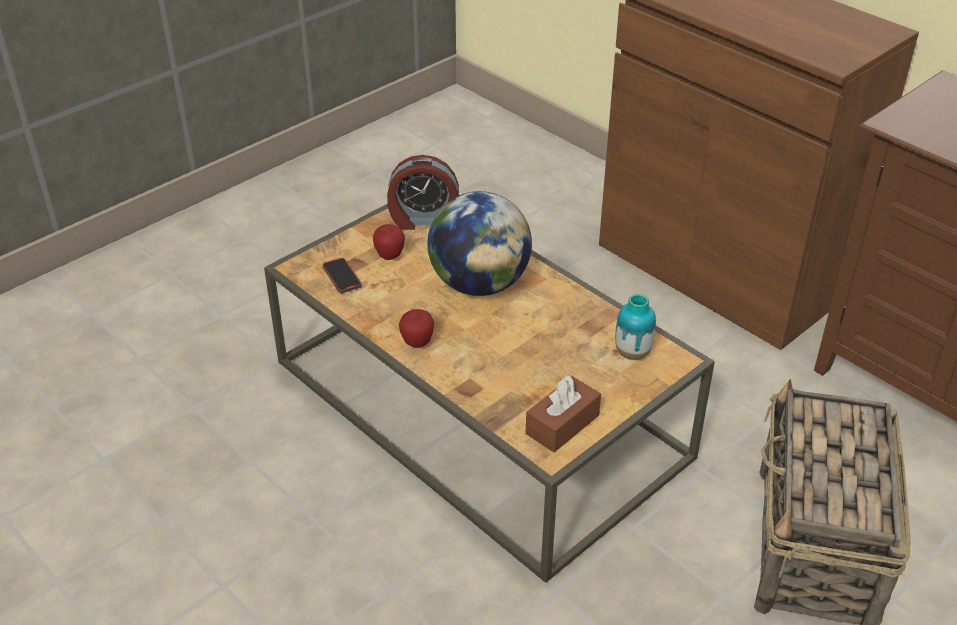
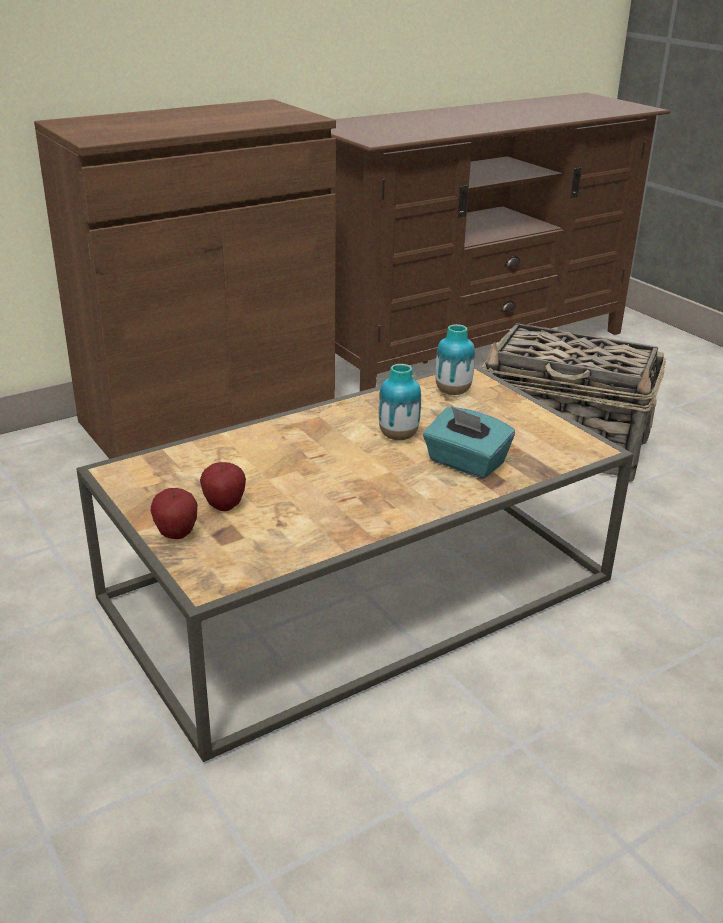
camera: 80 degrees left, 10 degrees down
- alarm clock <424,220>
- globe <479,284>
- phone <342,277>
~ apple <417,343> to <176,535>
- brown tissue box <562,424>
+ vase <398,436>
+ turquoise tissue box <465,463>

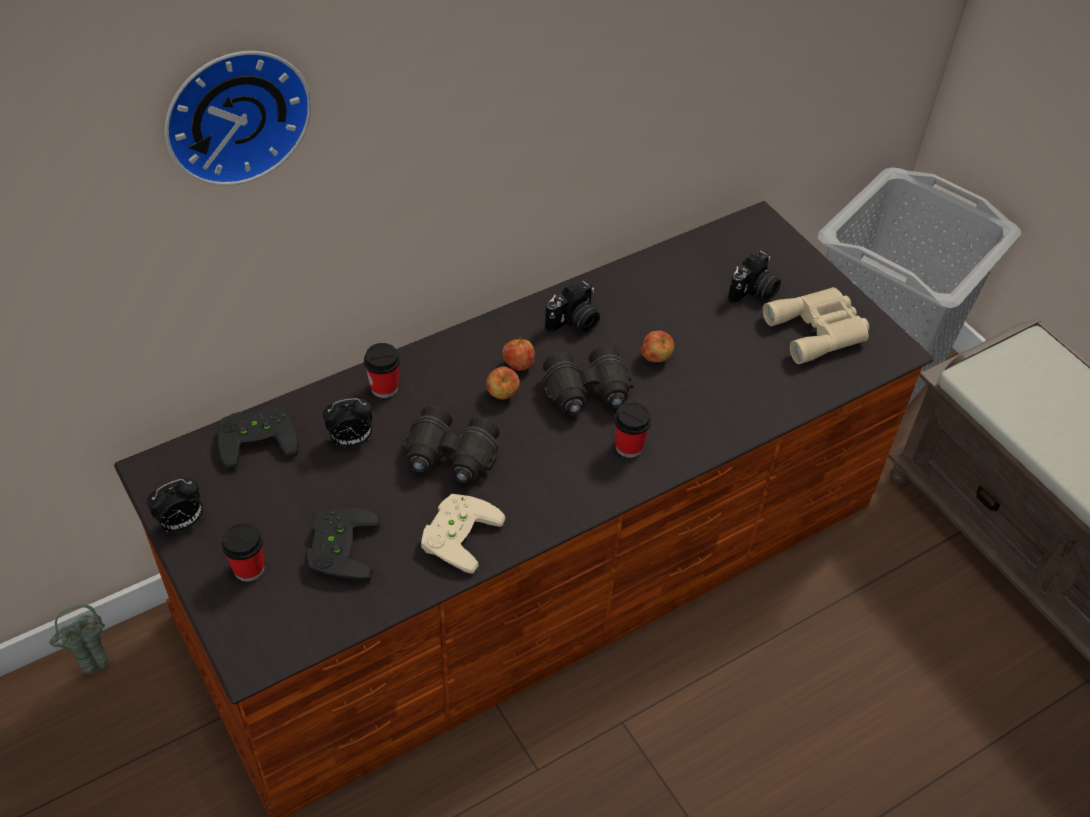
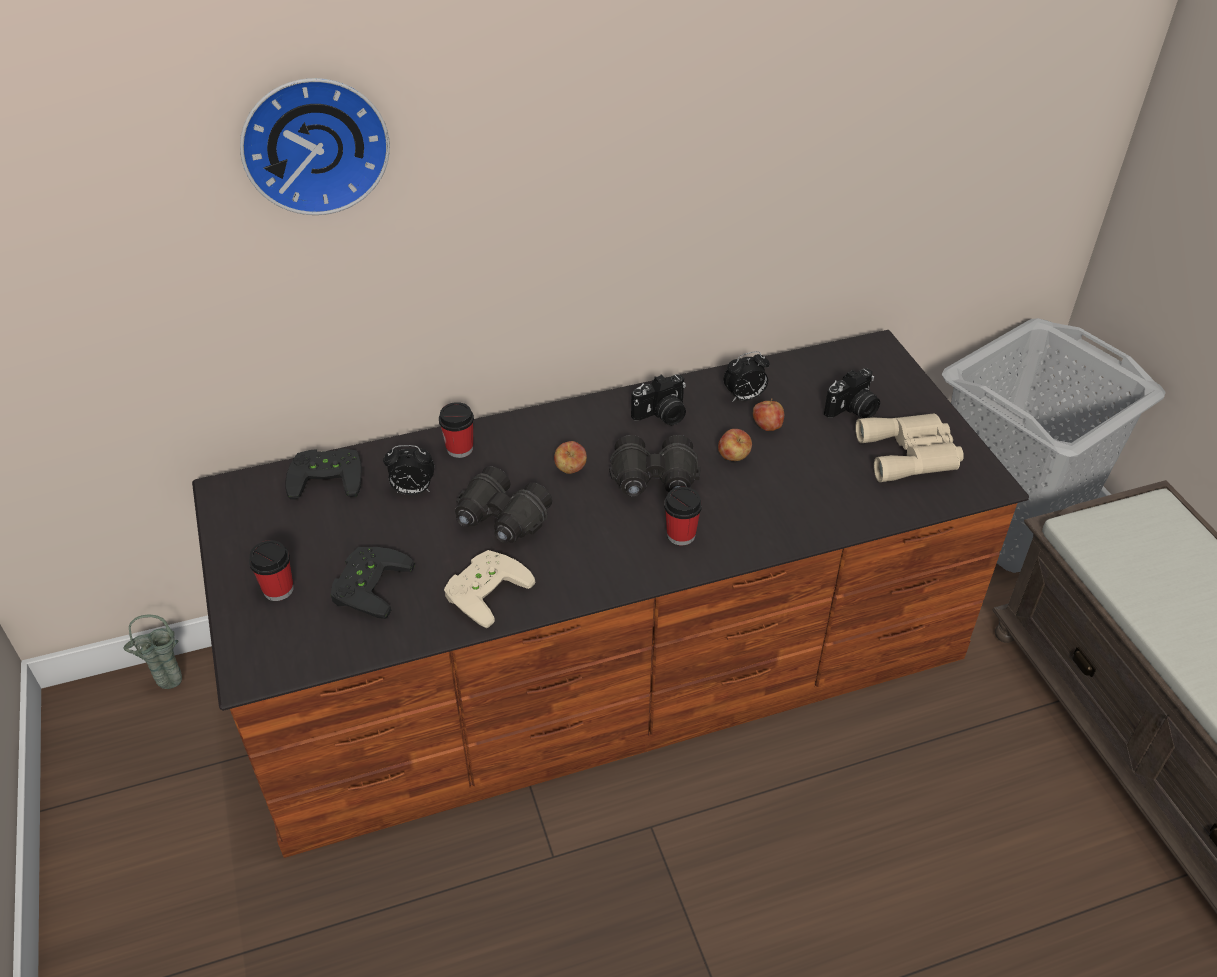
camera: 15 degrees right, 5 degrees down
~ apple <518,365> to <767,427>
~ alarm clock <182,523> to <744,397>

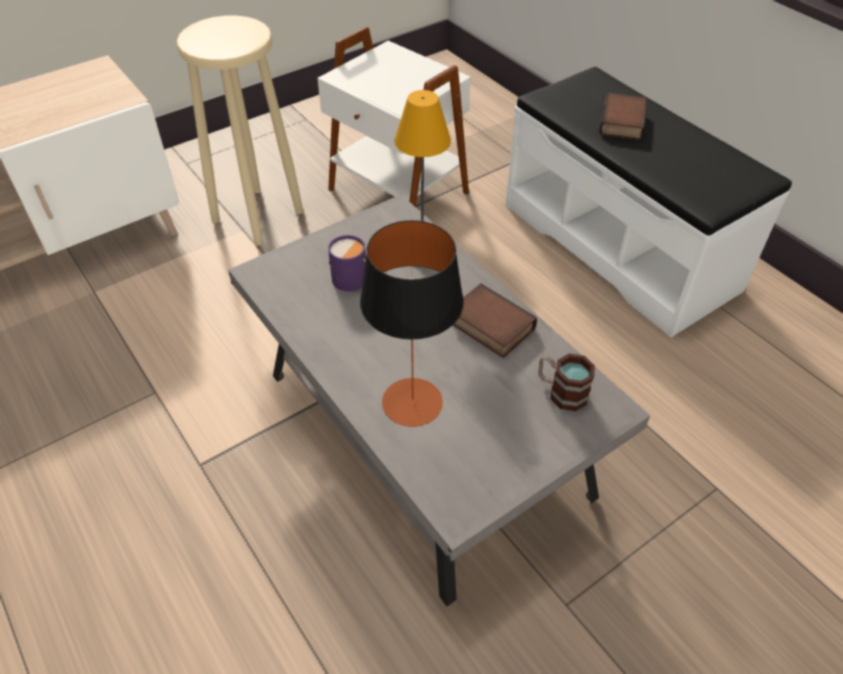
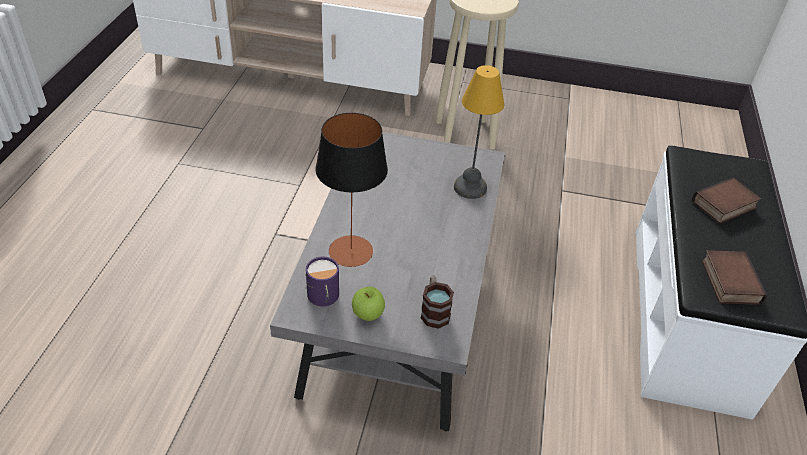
camera: 45 degrees right, 5 degrees down
- white side table <396,192>
~ purple mug <353,280> to <323,297>
~ book <488,326> to <728,281>
+ apple <368,314>

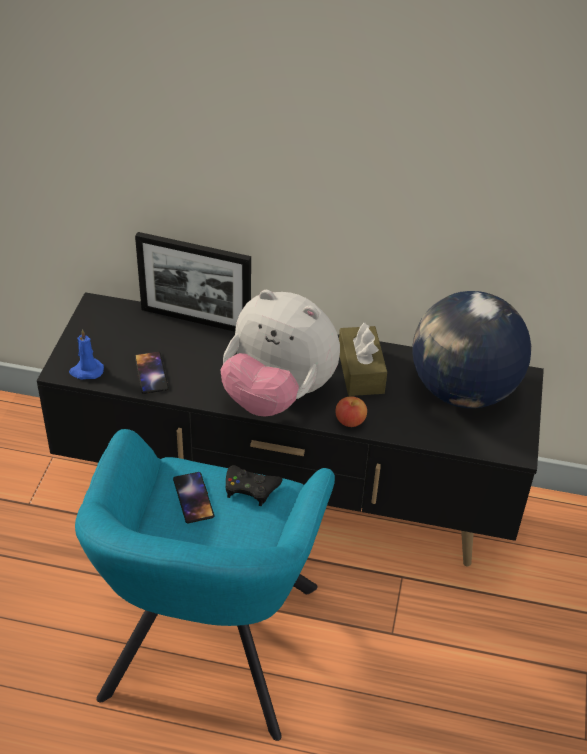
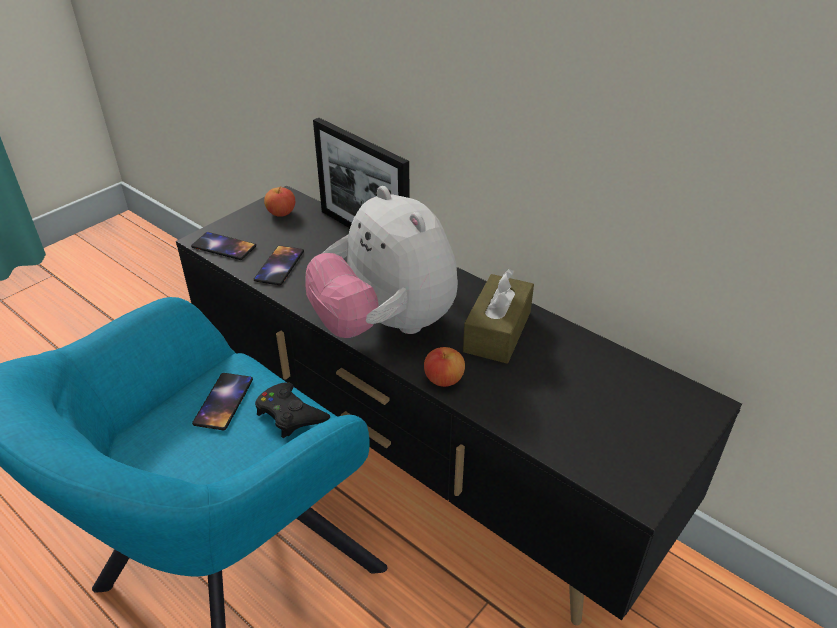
camera: 30 degrees right, 5 degrees down
- globe <463,391>
~ blue candle <86,371> to phone <224,246>
+ apple <281,213>

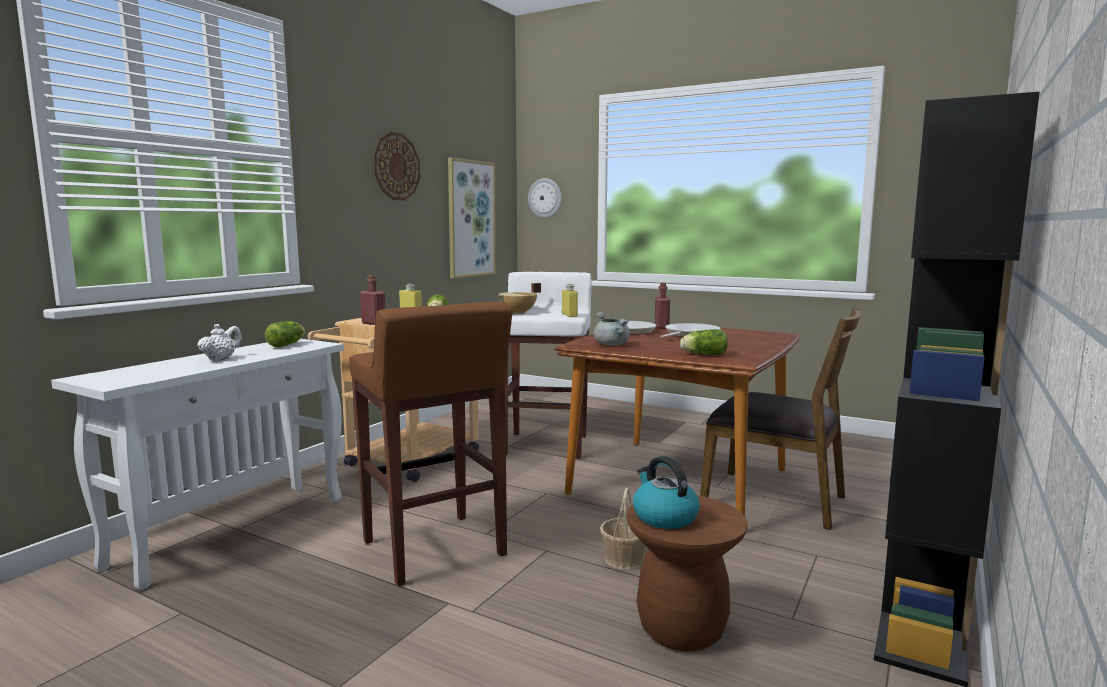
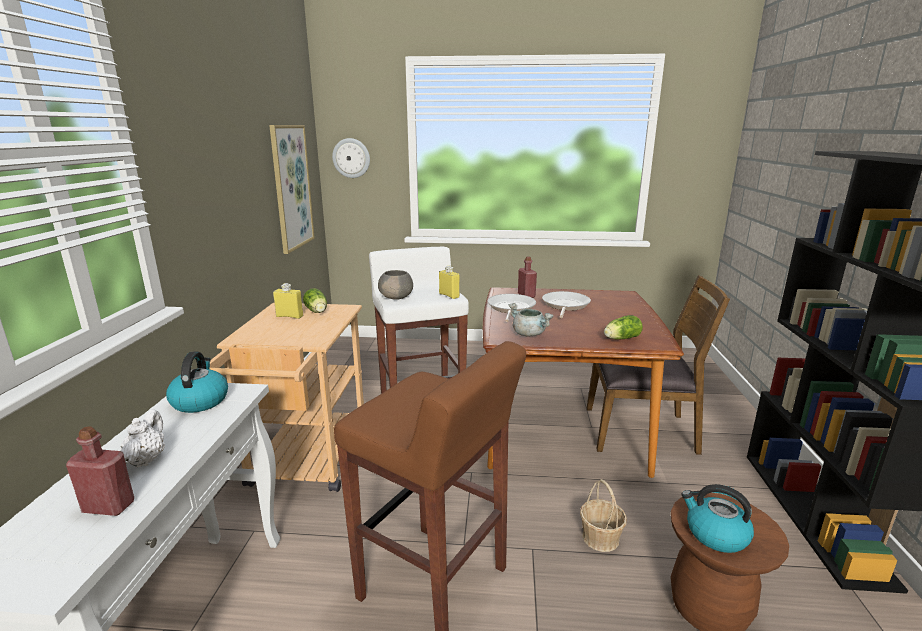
camera: 25 degrees left, 10 degrees up
- wall clock <396,166>
~ red bottle <373,323> to <109,507>
~ beige cooking pot <518,313> to grey bowl <396,297>
~ lettuce <288,344> to kettle <200,401>

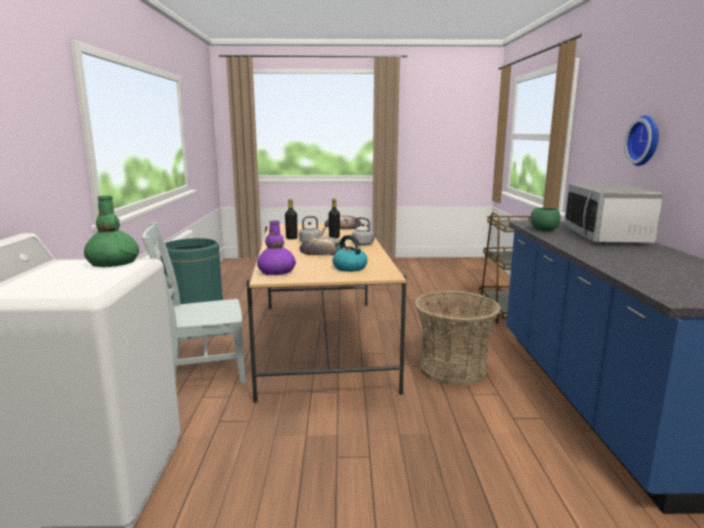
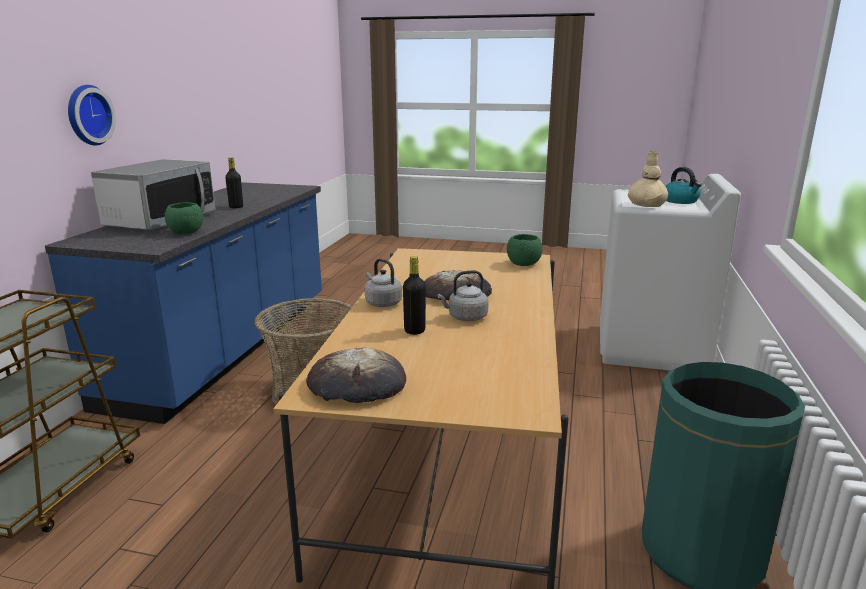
camera: 165 degrees left, 5 degrees up
~ green vase <113,264> to beige vase <647,204>
~ black bottle <291,238> to <236,207>
~ purple vase <276,272> to green bowl <524,264>
- grey chair <202,373>
~ kettle <349,267> to <680,201>

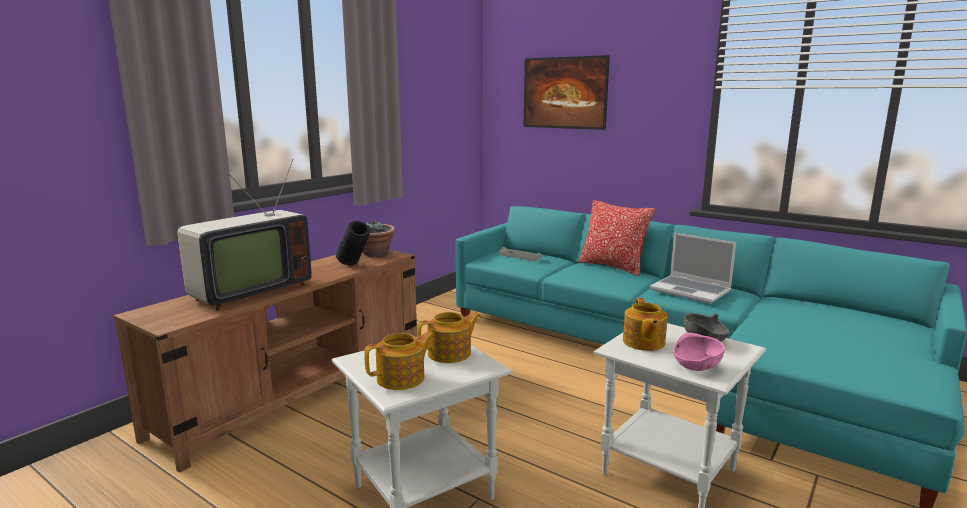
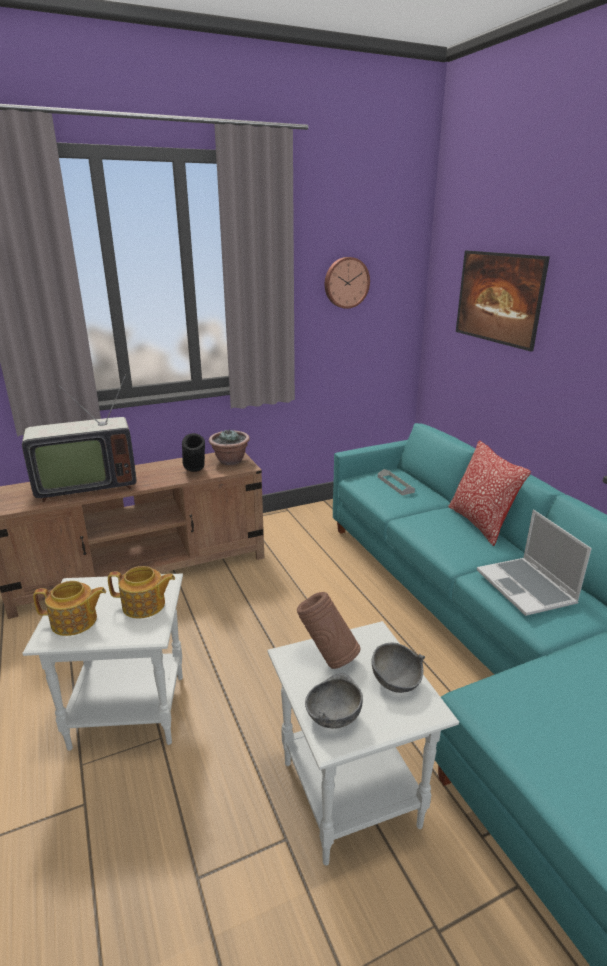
camera: 30 degrees right, 10 degrees up
~ teapot <643,342> to brown vase <327,658>
~ pink bowl <696,367> to grey bowl <332,717>
+ wall clock <346,282>

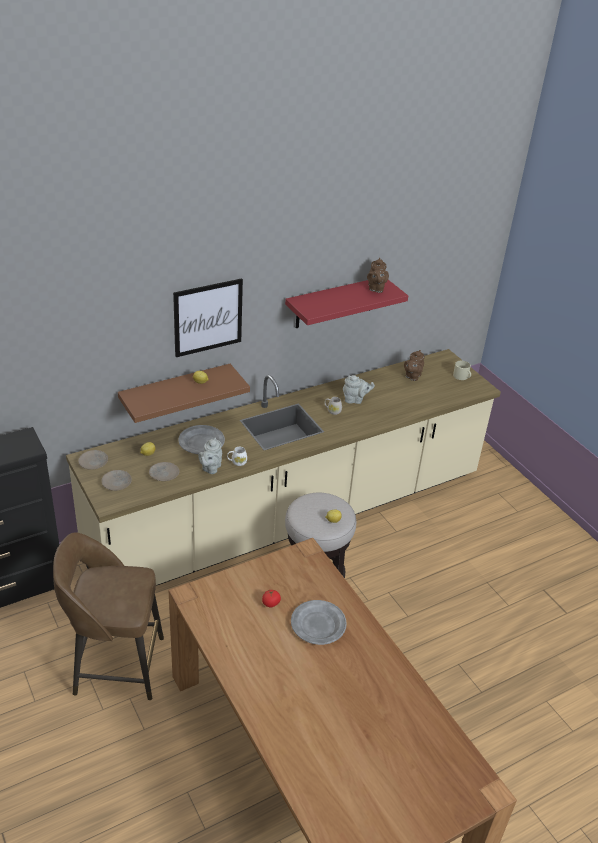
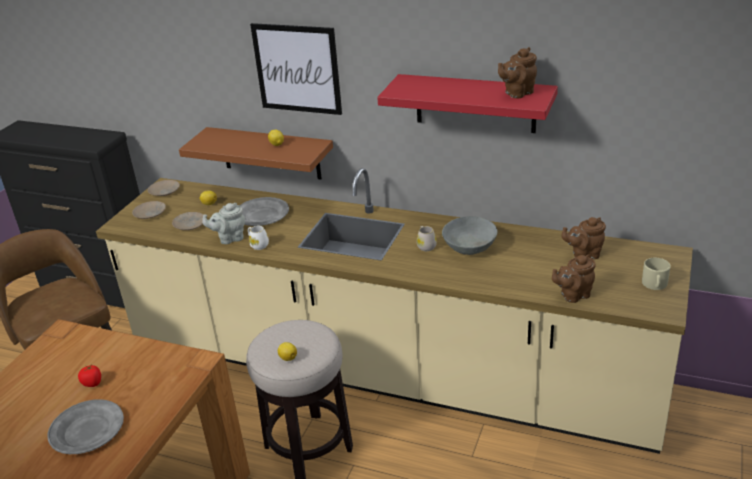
camera: 55 degrees right, 5 degrees down
~ grey teapot <355,400> to grey bowl <469,247>
+ brown teapot <573,295>

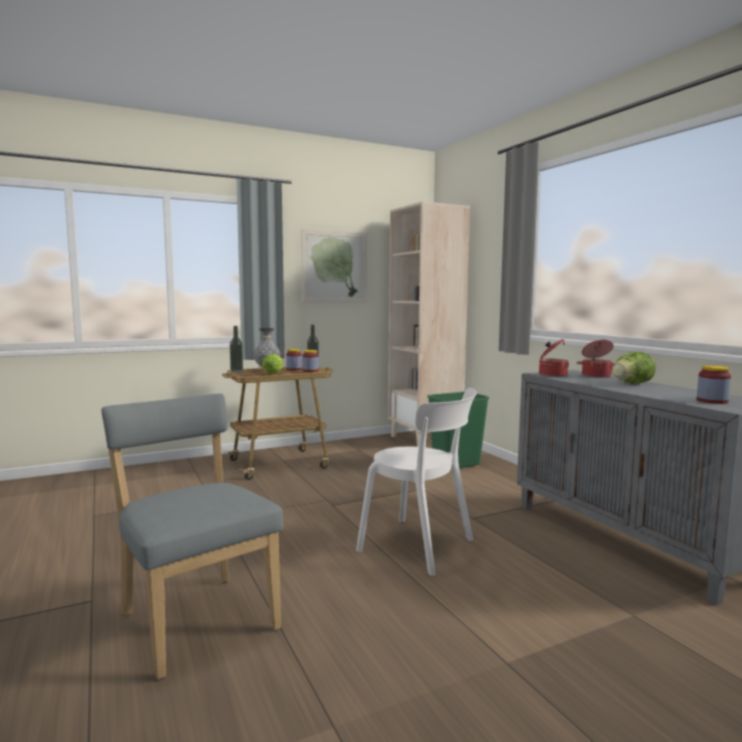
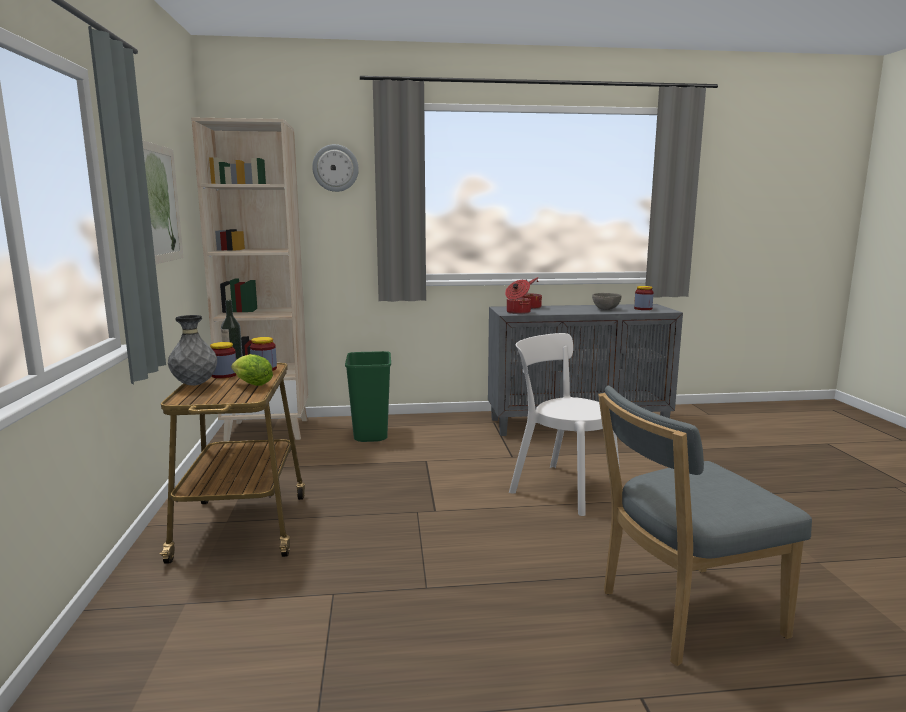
camera: 70 degrees left, 5 degrees up
- bottle <236,371>
- lettuce <631,384>
~ white chair <421,546> = <560,487> 105 degrees counterclockwise
+ wall clock <335,168>
+ grey bowl <605,309>

